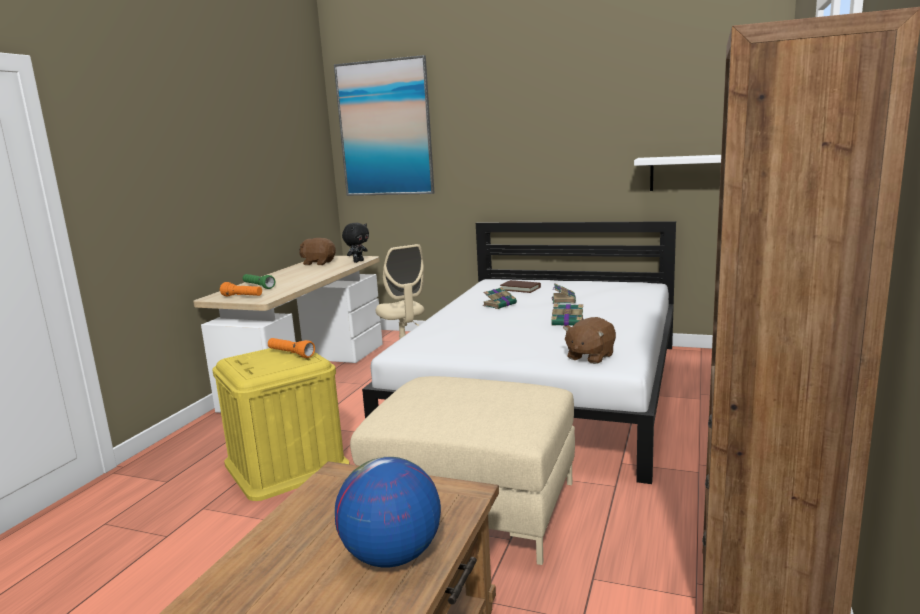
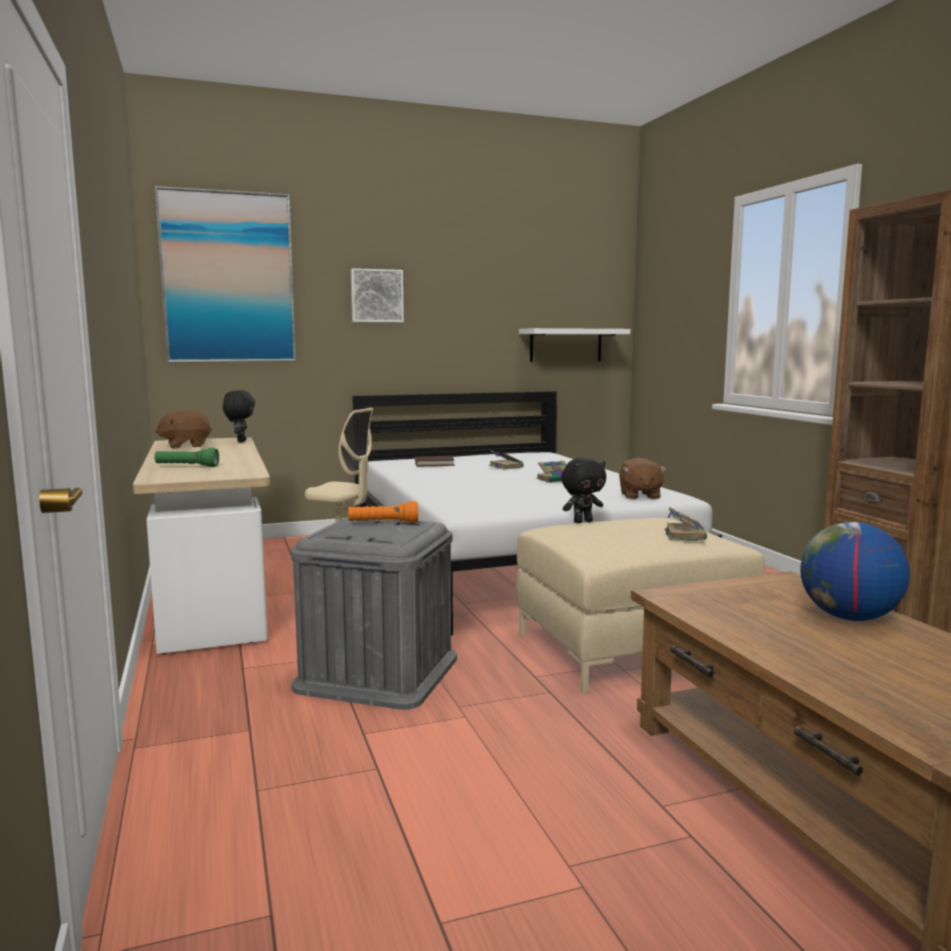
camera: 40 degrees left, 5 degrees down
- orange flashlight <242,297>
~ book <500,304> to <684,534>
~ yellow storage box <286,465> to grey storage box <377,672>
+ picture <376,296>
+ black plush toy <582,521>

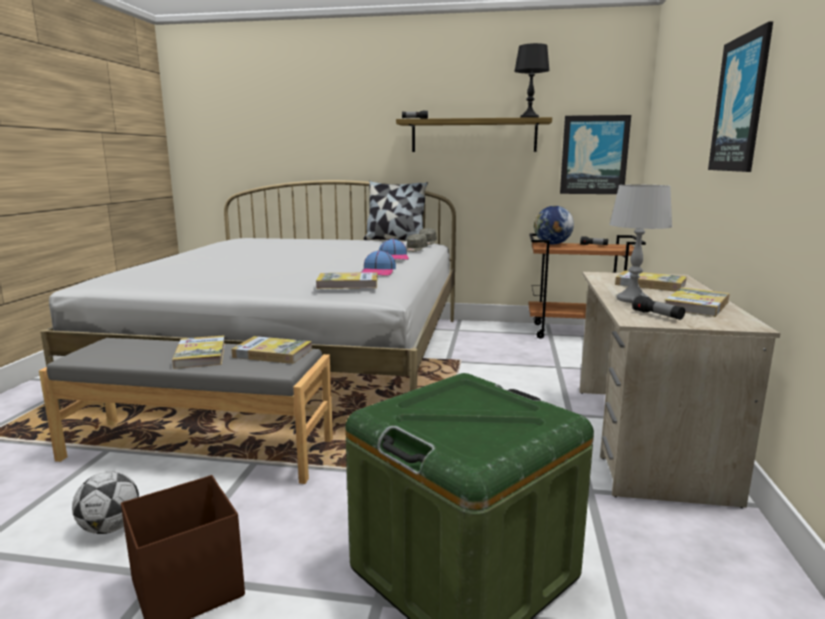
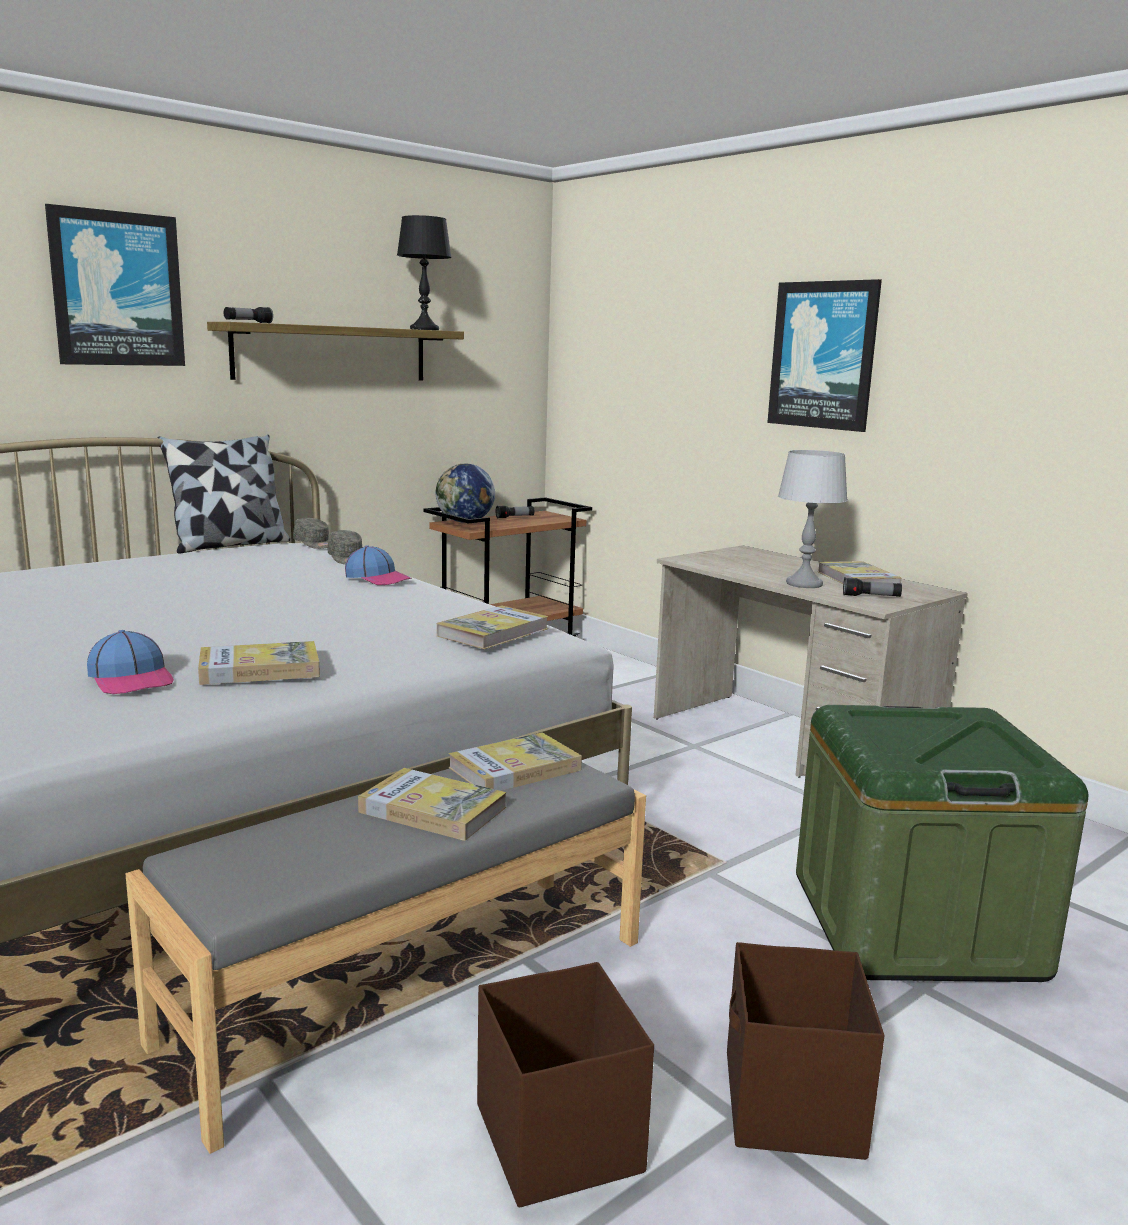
camera: 50 degrees left, 0 degrees up
~ picture <594,155> to <117,289>
~ cap <378,272> to <132,679>
~ book <650,284> to <259,669>
~ football <110,527> to brown storage box <558,1137>

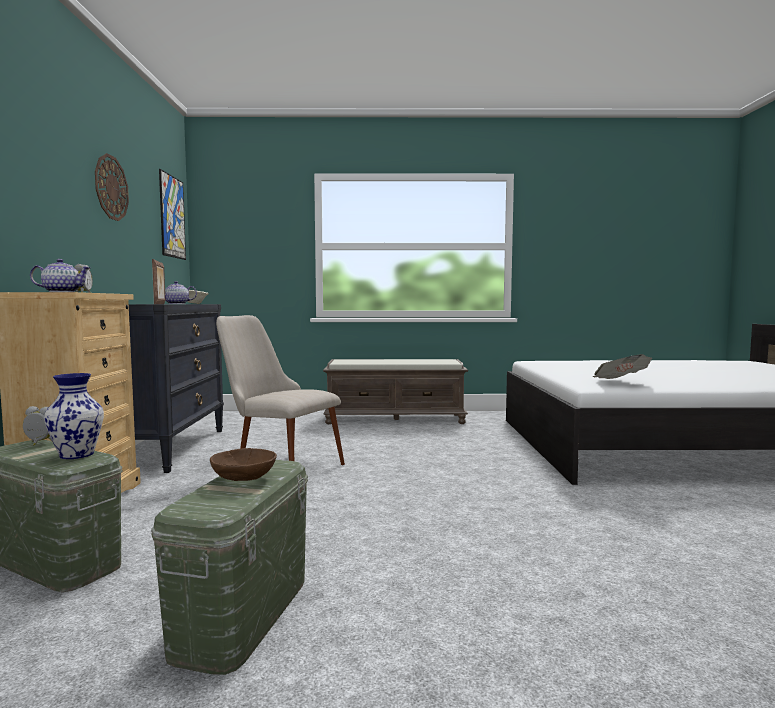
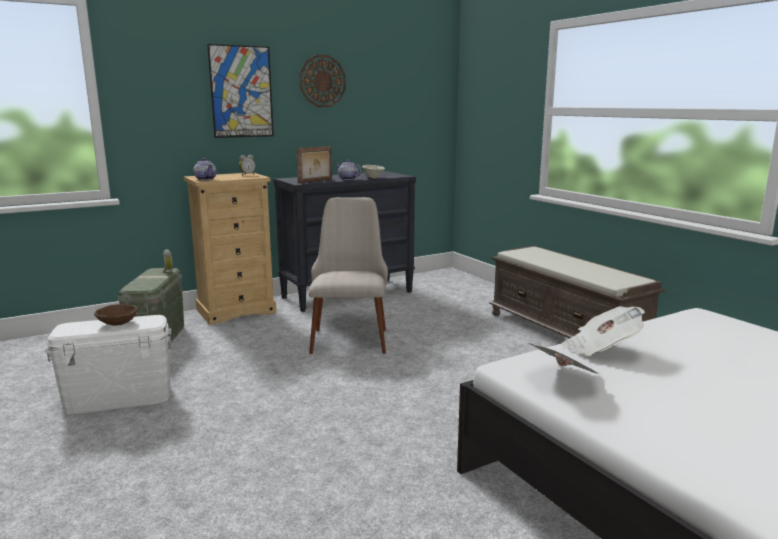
camera: 60 degrees right, 10 degrees up
~ picture <172,217> to <241,92>
- vase <78,455>
~ green storage box <243,615> to white storage box <118,398>
+ newspaper <601,349>

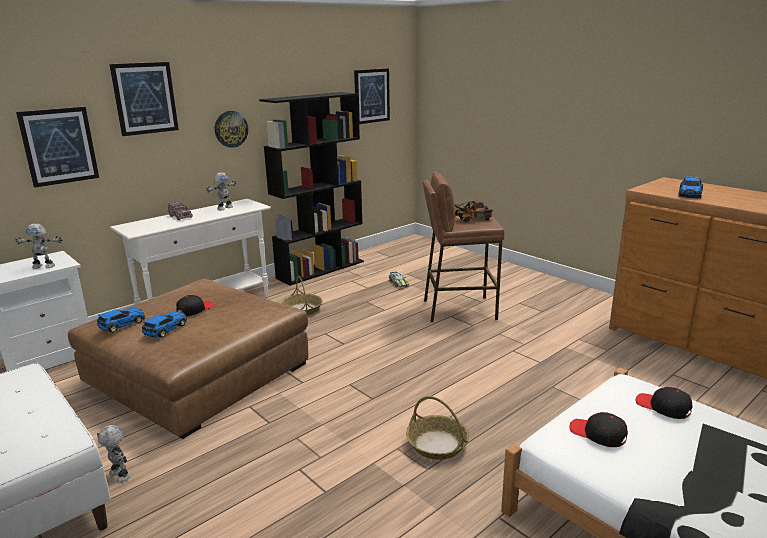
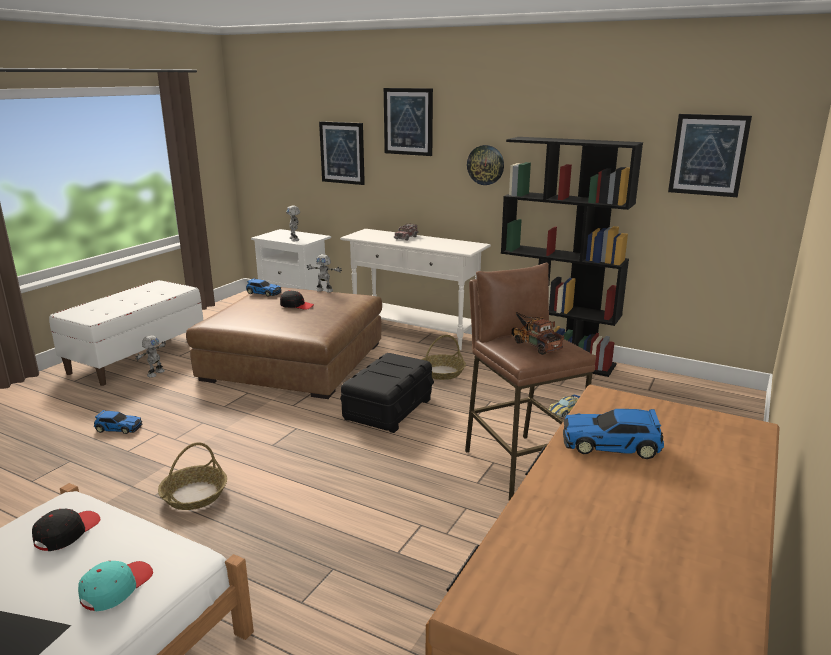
camera: 70 degrees right, 0 degrees up
~ toy robot <224,208> to <324,290>
~ toy car <164,329> to <118,428>
~ black cap <663,407> to turquoise cap <116,588>
+ black storage box <389,409>

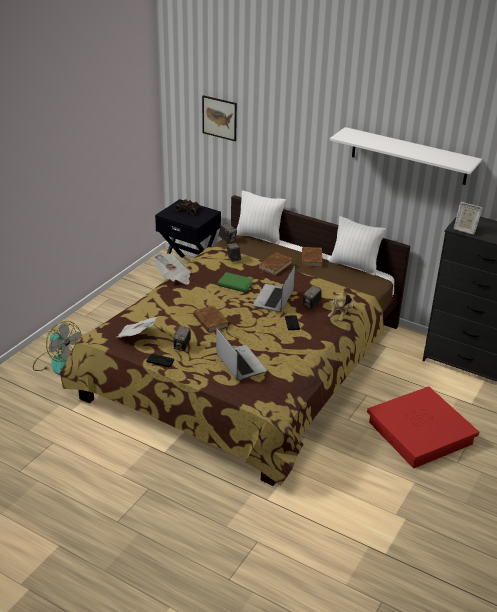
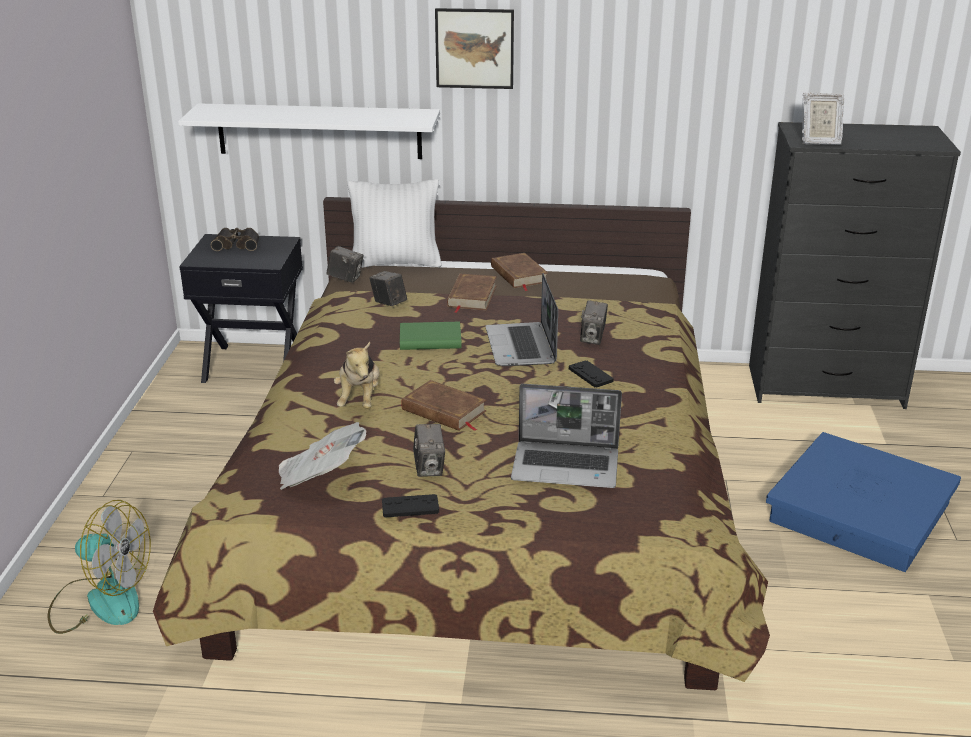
camera: 25 degrees left, 5 degrees down
~ picture <219,118> to <474,48>
~ white shelf <409,156> to <319,131>
- white pillow <354,266>
- newspaper <173,277>
~ plush toy <341,315> to <360,399>
~ laptop <240,363> = <567,466> 150 degrees clockwise
~ red storage box <420,433> to blue storage box <861,512>

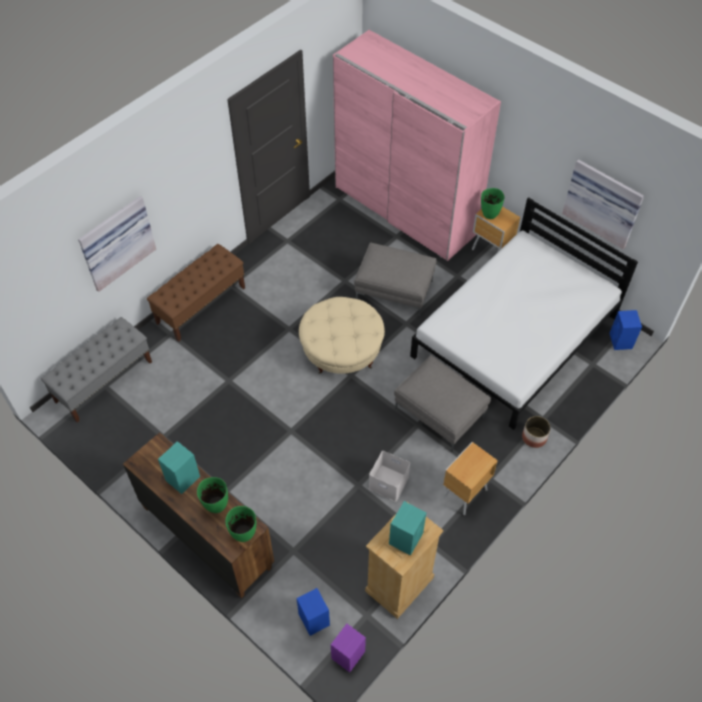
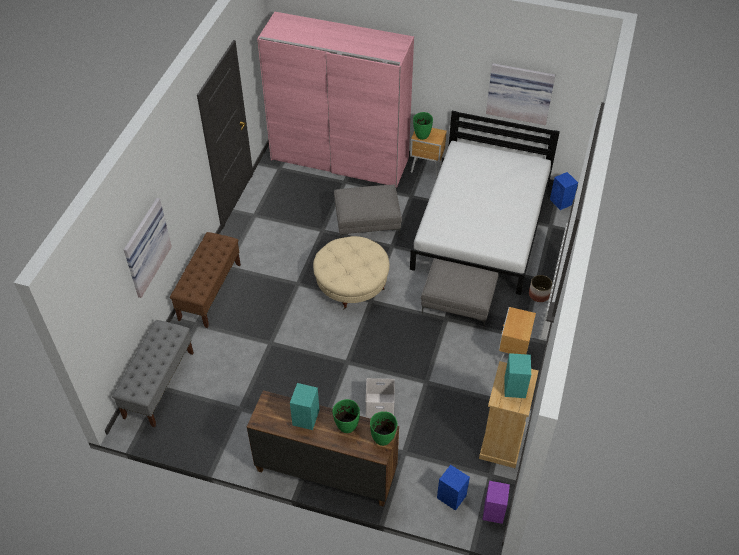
camera: 25 degrees left, 5 degrees down
~ white storage box <387,483> to <379,406>

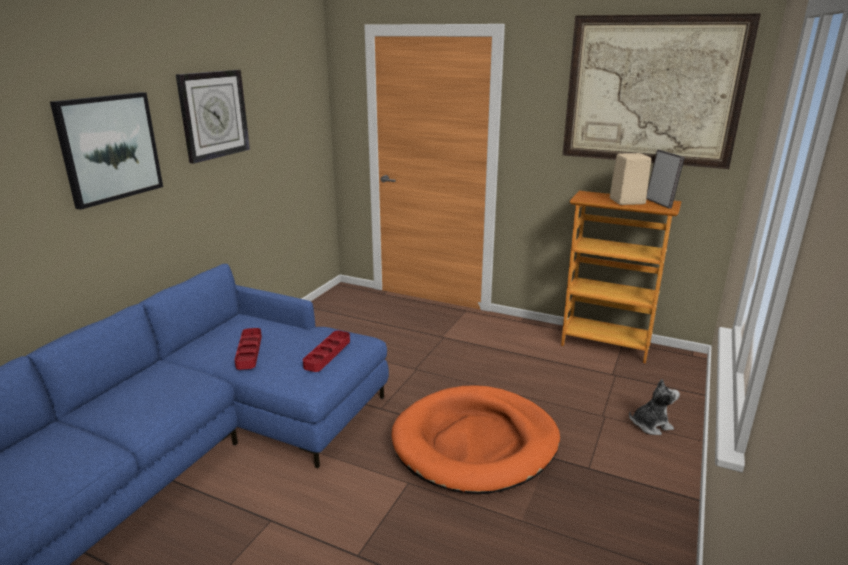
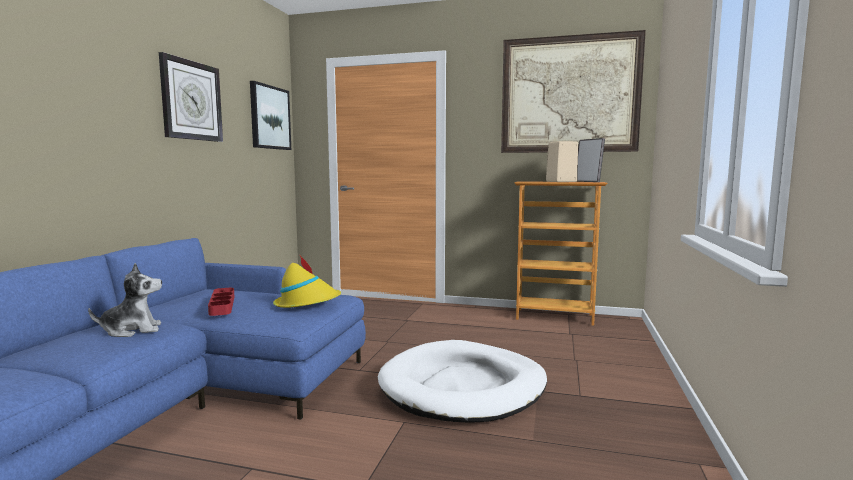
camera: 10 degrees left, 15 degrees down
~ picture <109,148> to <269,117>
~ red tray <327,354> to yellow hat <307,303>
~ plush toy <650,425> to <132,330>
~ orange dog bed <475,443> to white dog bed <463,387>

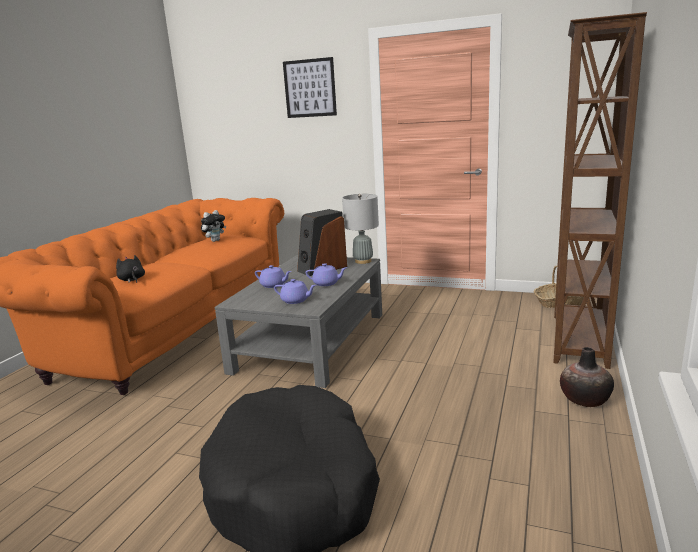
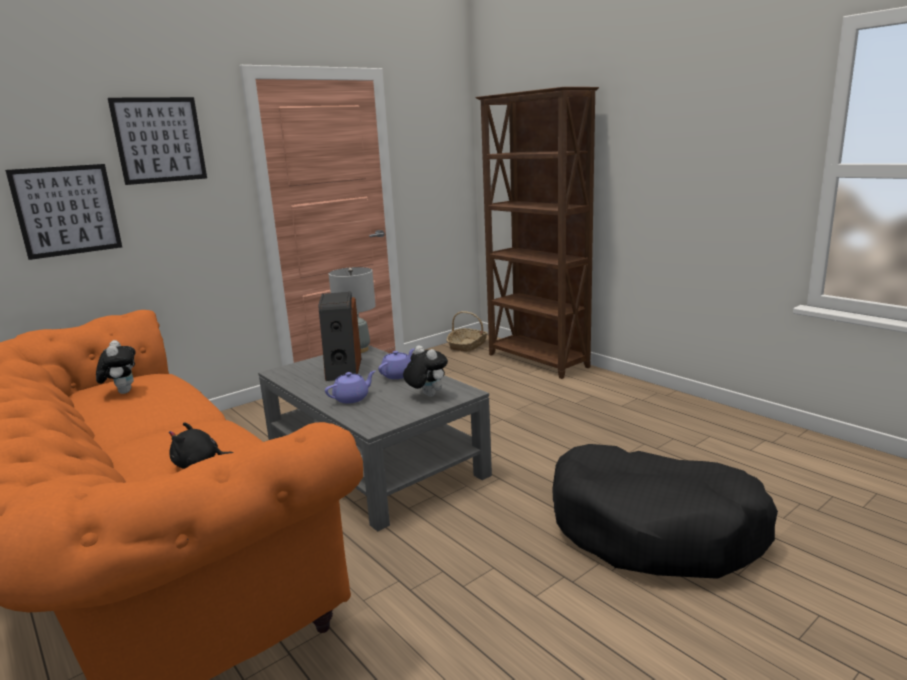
camera: 60 degrees left, 0 degrees up
~ purple teapot <296,300> to plush toy <426,395>
- vase <584,400>
+ picture <67,210>

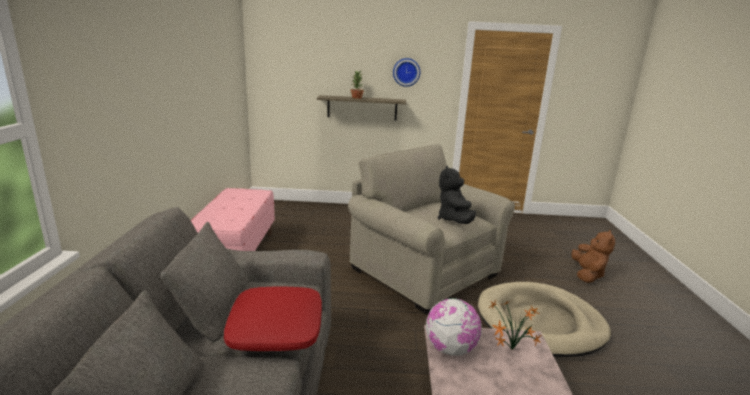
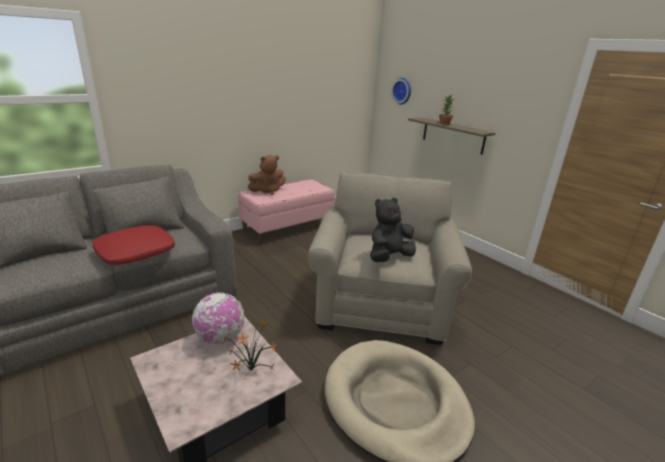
camera: 50 degrees right, 5 degrees up
~ wall clock <406,72> to <402,91>
~ brown plush toy <587,274> to <267,191>

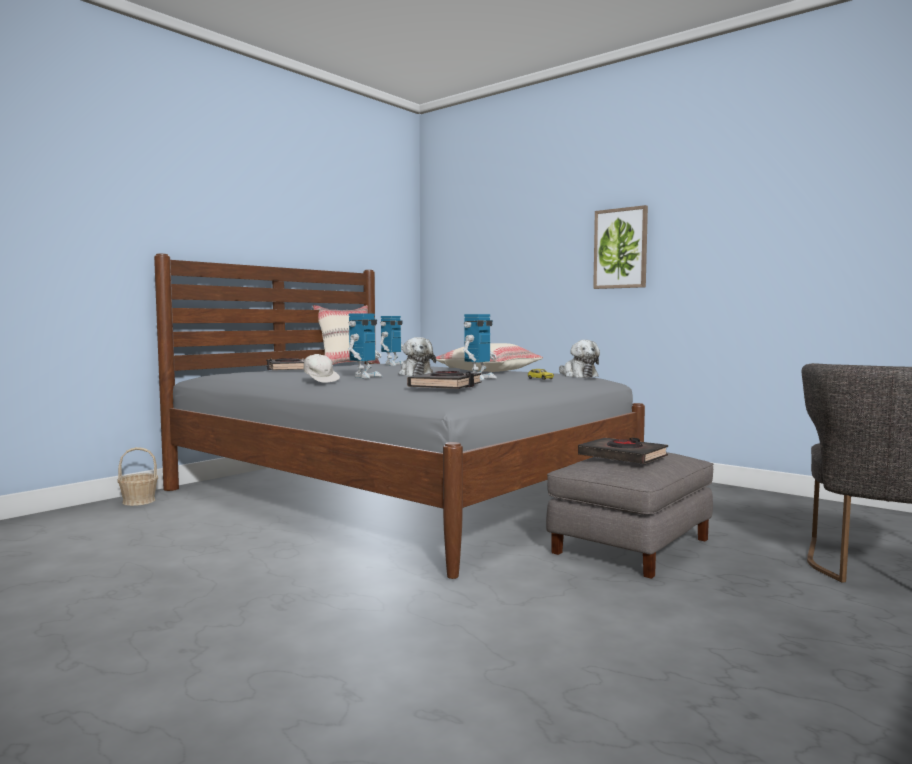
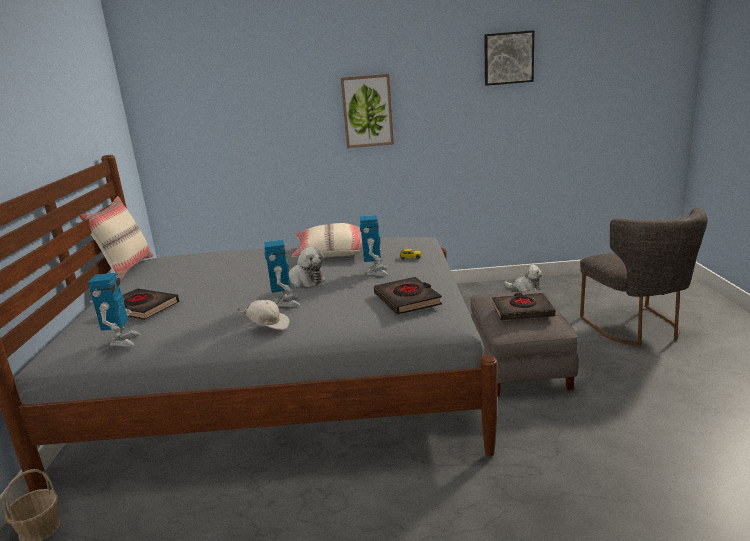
camera: 40 degrees left, 15 degrees up
~ toy robot <393,364> to <122,341>
~ plush toy <578,376> to <525,288>
+ picture <508,58>

